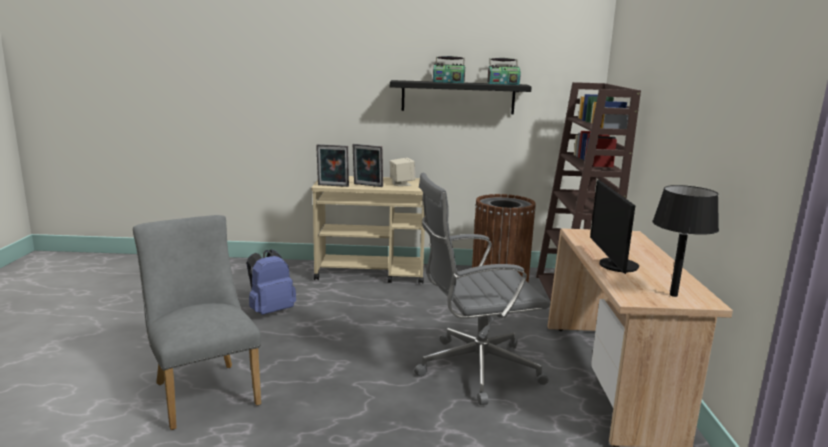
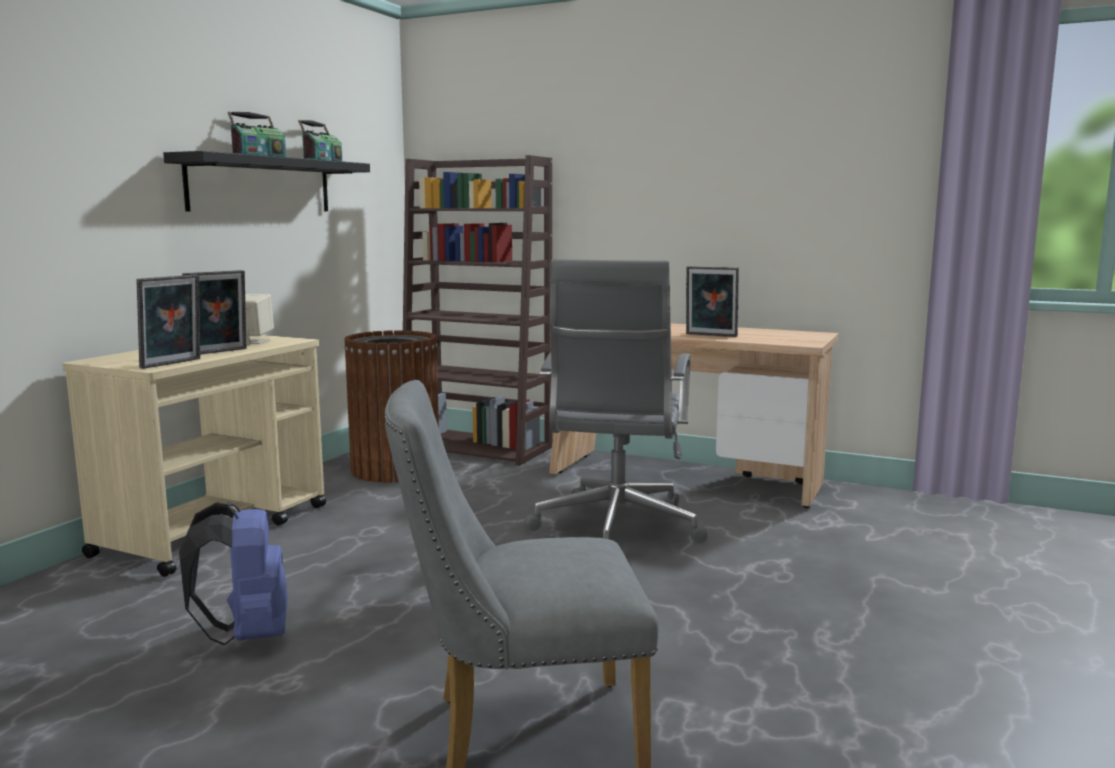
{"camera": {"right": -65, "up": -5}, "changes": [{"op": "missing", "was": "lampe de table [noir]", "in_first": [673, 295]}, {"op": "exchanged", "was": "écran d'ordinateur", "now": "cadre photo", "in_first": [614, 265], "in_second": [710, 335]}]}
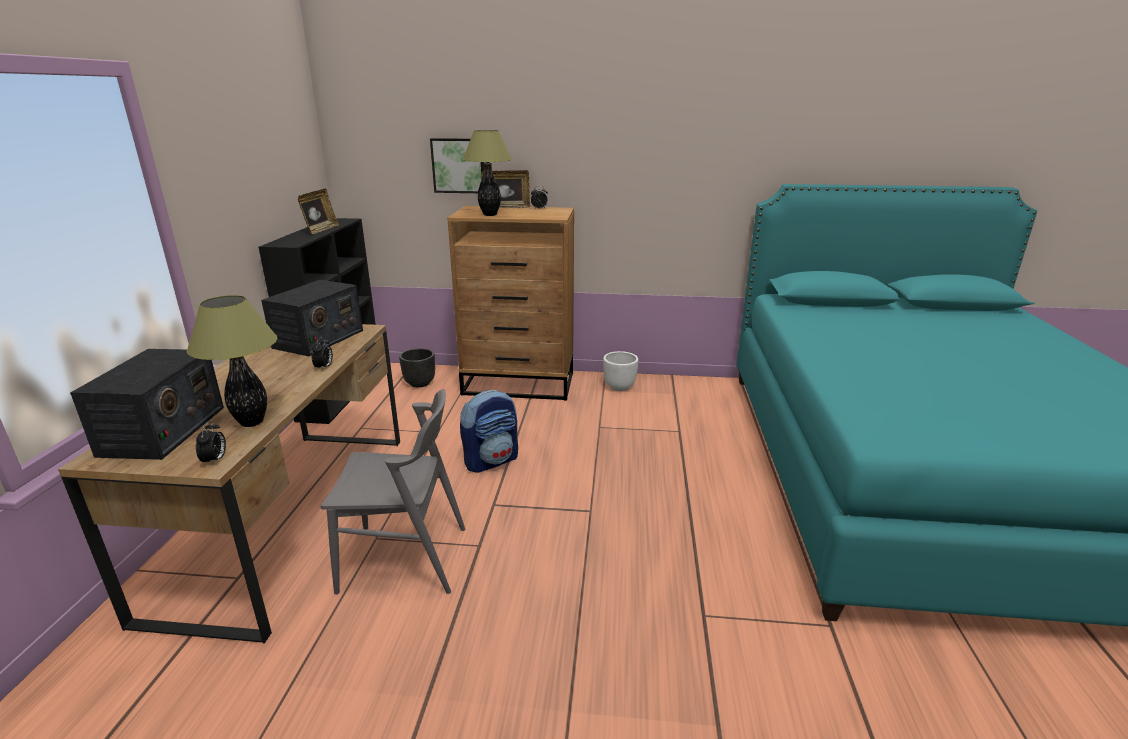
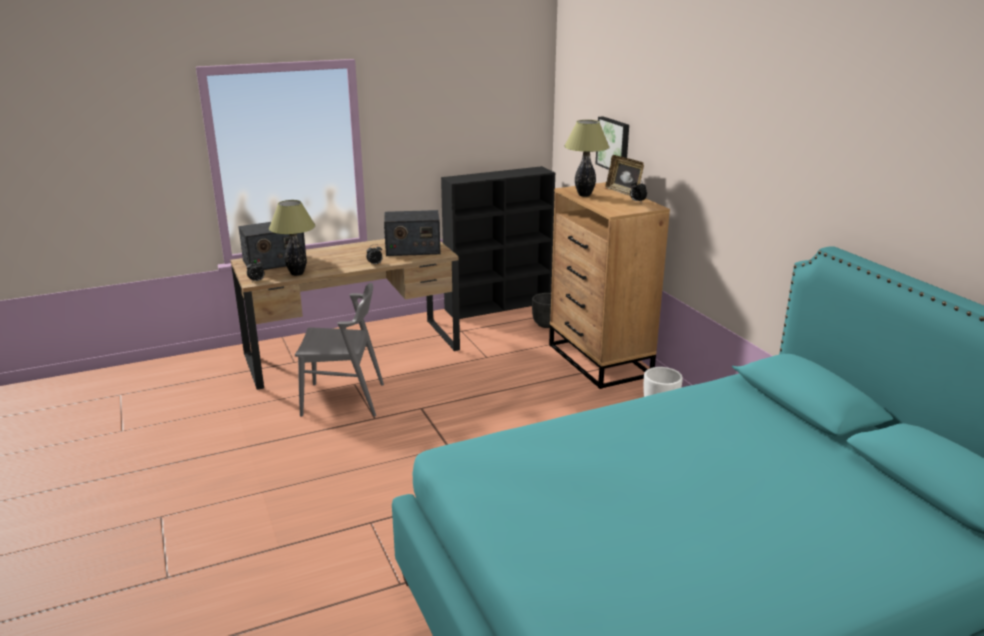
{"camera": {"right": 60, "up": 0}, "changes": [{"op": "missing", "was": "cadre photo", "in_first": [320, 230]}, {"op": "missing", "was": "sac à dos", "in_first": [491, 460]}, {"op": "spun", "was": "chaise [gris]", "in_first": [404, 558], "in_second": [343, 399], "clockwise": -60}]}
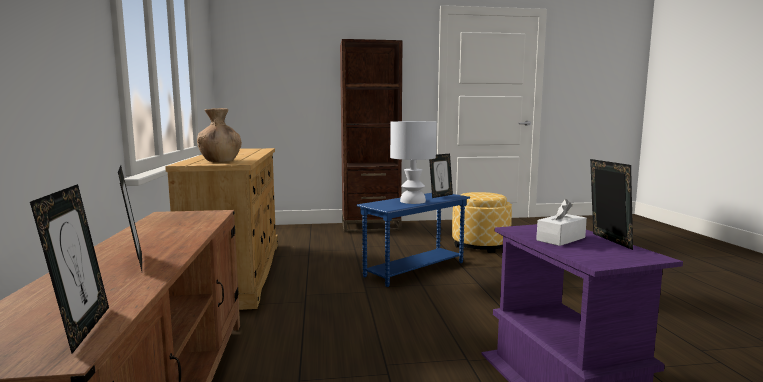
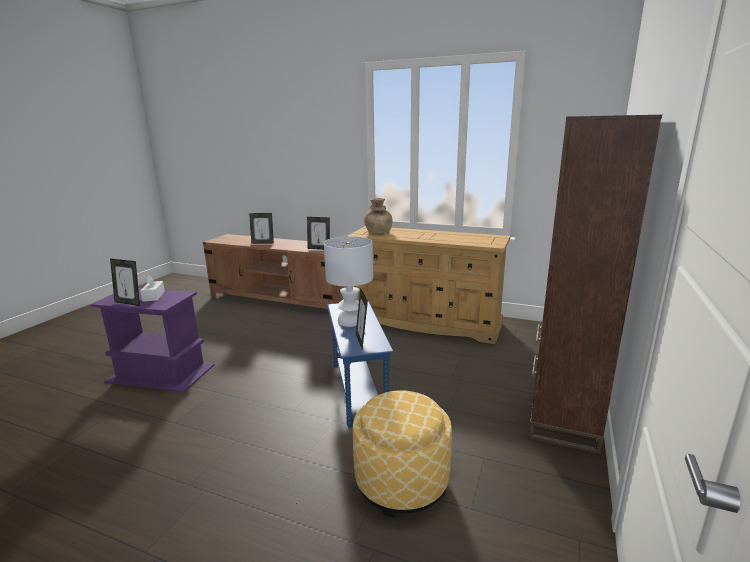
{"camera": {"right": 120, "up": 10}, "changes": [{"op": "relocated", "was": "cadre photo", "in_first": [82, 329], "in_second": [319, 248]}]}
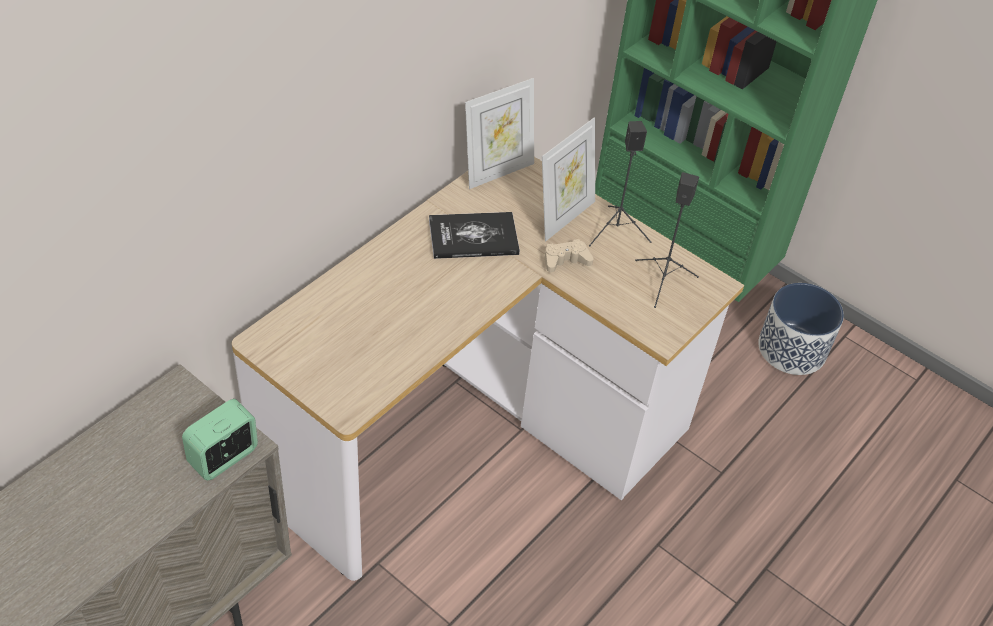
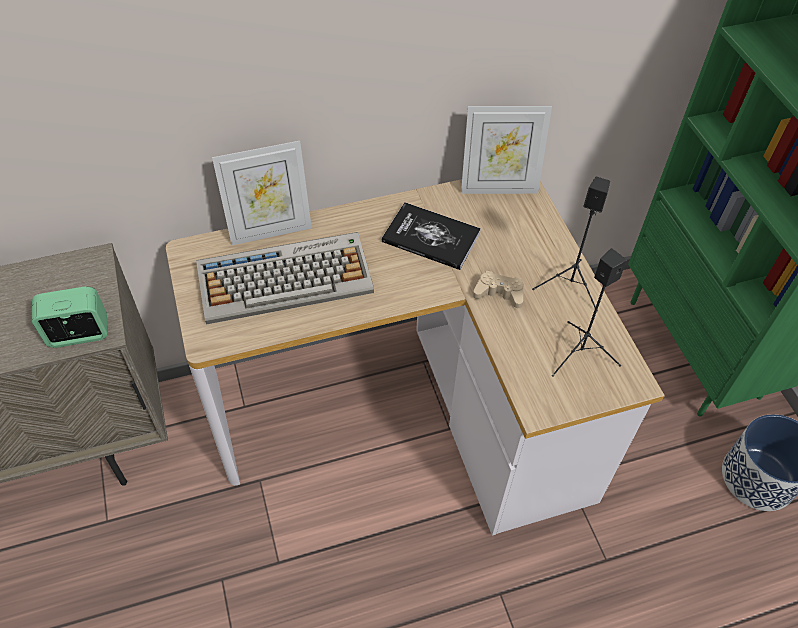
{"camera": {"right": 35, "up": 5}, "changes": [{"op": "appeared", "now": "clavier", "in_second": [286, 278]}, {"op": "relocated", "was": "cadre photo", "in_first": [564, 217], "in_second": [270, 230]}]}
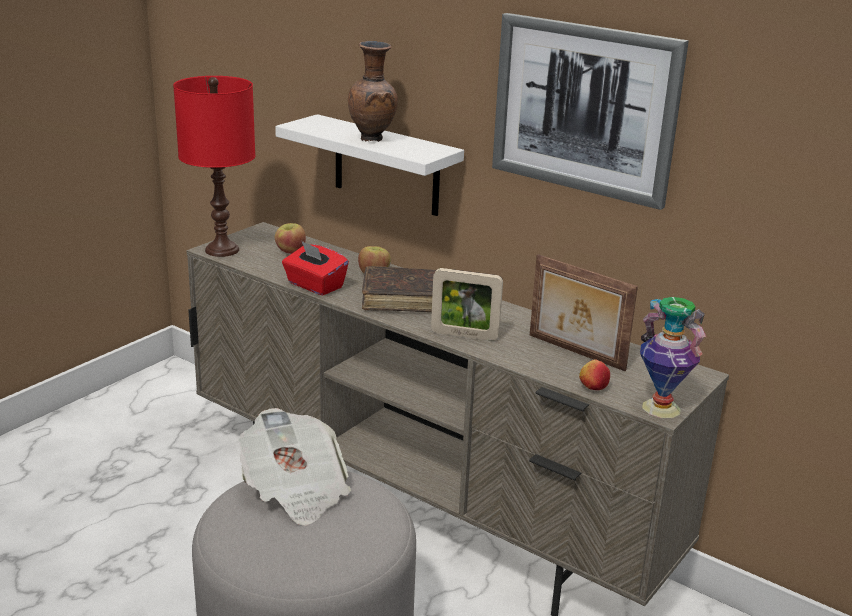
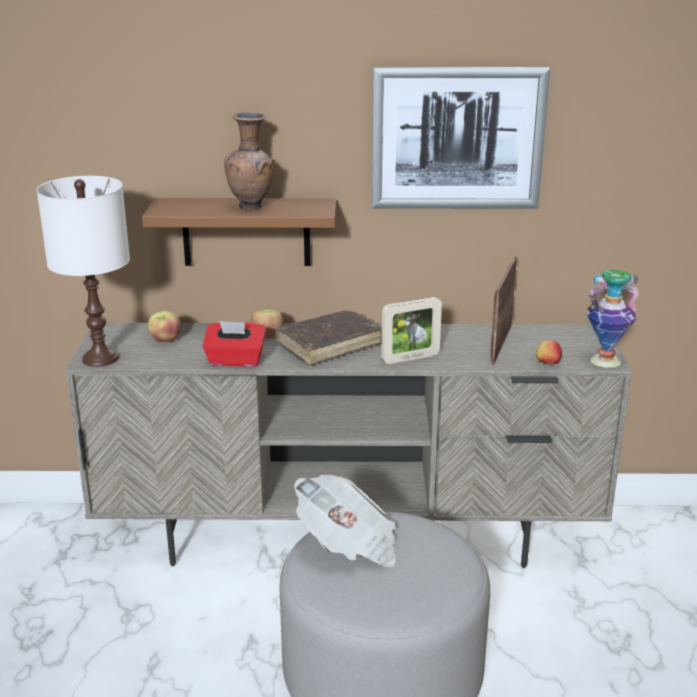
{"camera": {"right": -35, "up": 0}, "changes": [{"op": "colour", "was": "lampe de table [rouge]", "now": "lampe de table [blanc]", "in_first": [222, 250], "in_second": [101, 358]}, {"op": "colour", "was": "étagère [blanc]", "now": "étagère [marron]", "in_first": [386, 166], "in_second": [246, 231]}, {"op": "spun", "was": "cadre photo", "in_first": [575, 353], "in_second": [500, 344], "clockwise": 105}]}
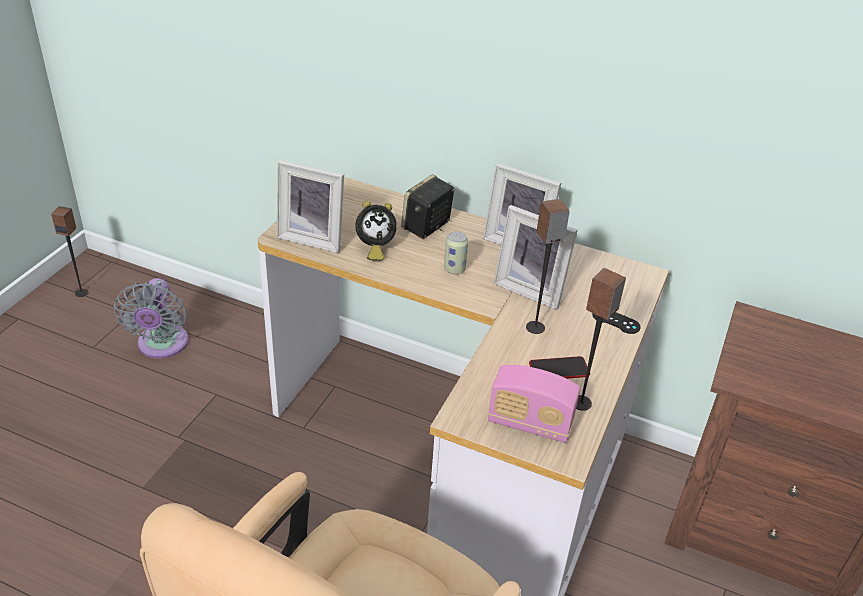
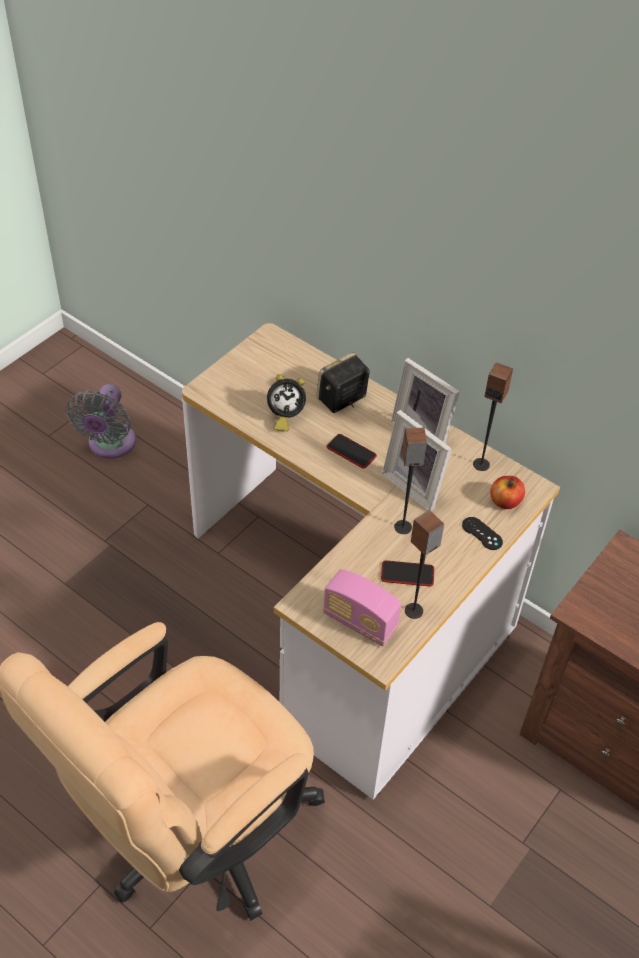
{"camera": {"right": 15, "up": 10}, "changes": [{"op": "missing", "was": "cadre photo", "in_first": [313, 238]}, {"op": "appeared", "now": "pomme", "in_second": [505, 501]}, {"op": "relocated", "was": "enceinte", "in_first": [82, 292], "in_second": [481, 464]}, {"op": "exchanged", "was": "boîte métallique", "now": "téléphone", "in_first": [454, 269], "in_second": [351, 452]}]}
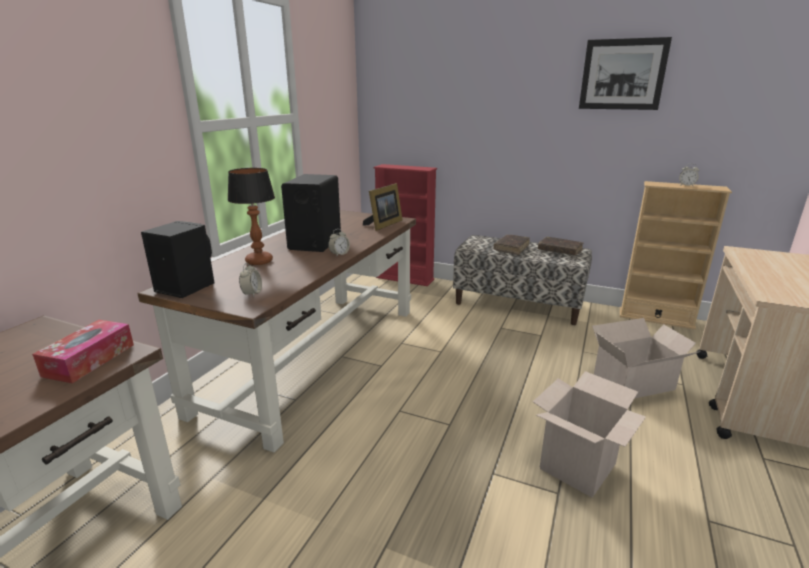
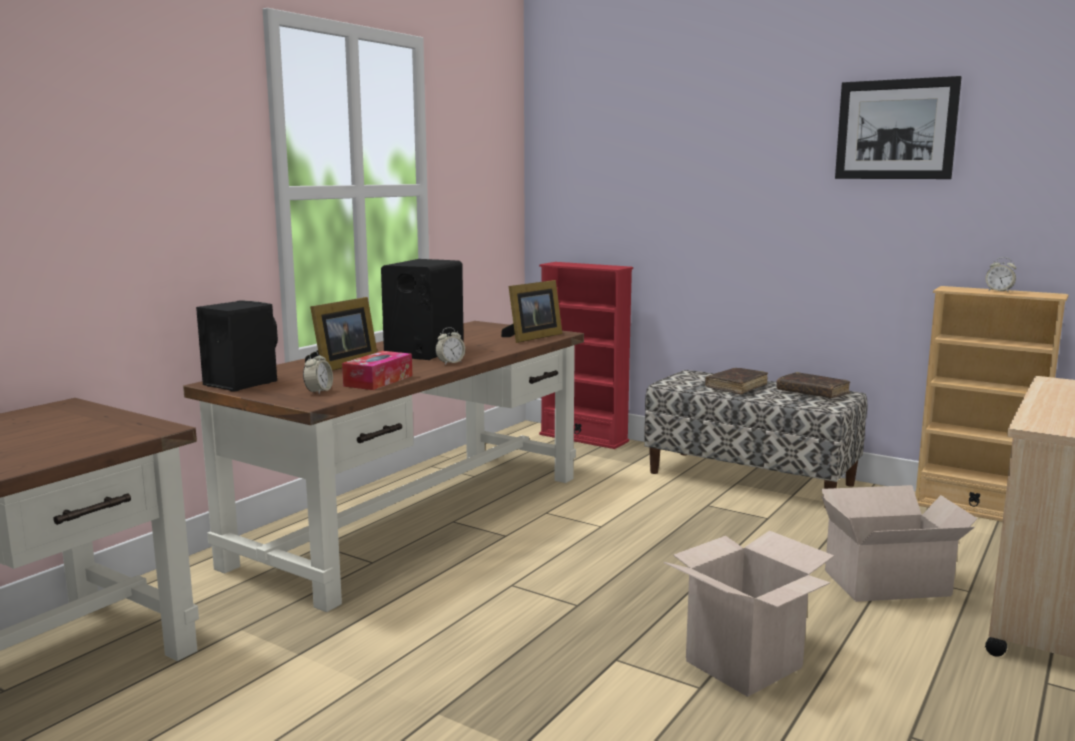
{"camera": {"right": 10, "up": -10}, "changes": [{"op": "relocated", "was": "boîte à mouchoirs", "in_first": [89, 360], "in_second": [378, 381]}, {"op": "exchanged", "was": "lampe de table", "now": "cadre photo", "in_first": [259, 261], "in_second": [341, 365]}]}
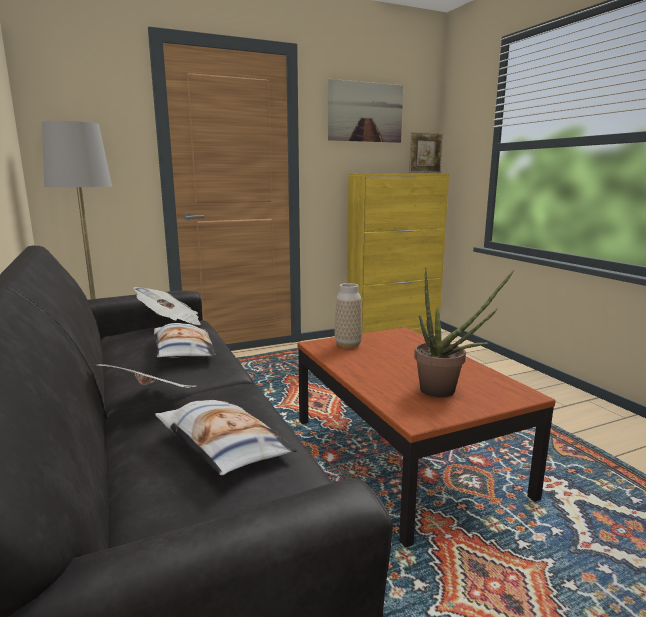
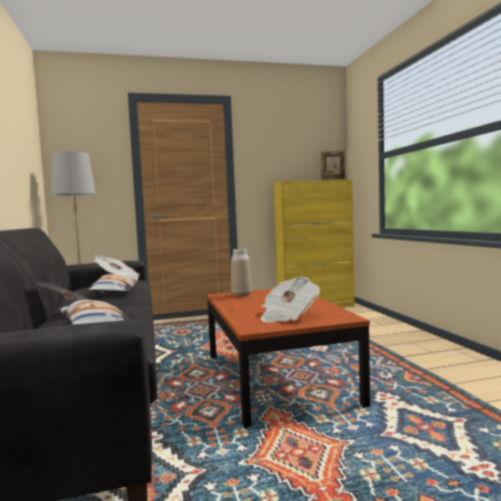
{"camera": {"right": 10, "up": -10}, "changes": [{"op": "missing", "was": "tableau", "in_first": [365, 112]}, {"op": "exchanged", "was": "plante en pot", "now": "journal", "in_first": [445, 392], "in_second": [288, 316]}]}
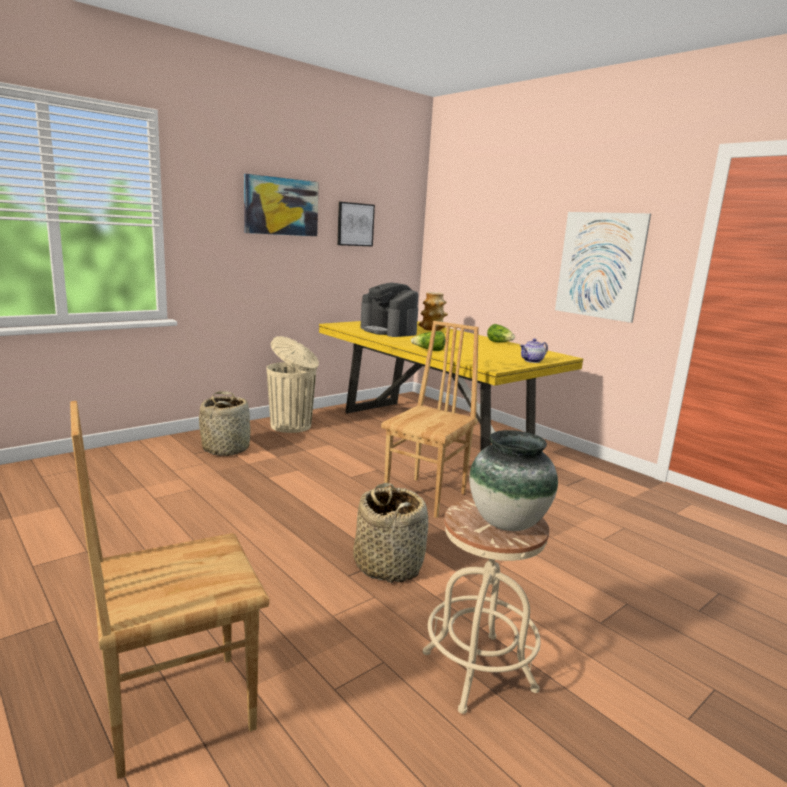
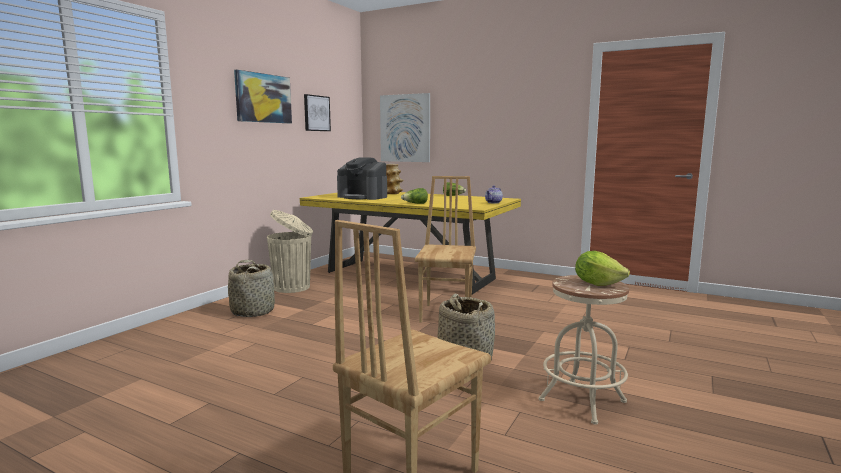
{"camera": {"right": -20, "up": -5}, "changes": [{"op": "relocated", "was": "tableau", "in_first": [600, 265], "in_second": [405, 128]}, {"op": "exchanged", "was": "vase", "now": "laitue", "in_first": [507, 523], "in_second": [597, 283]}]}
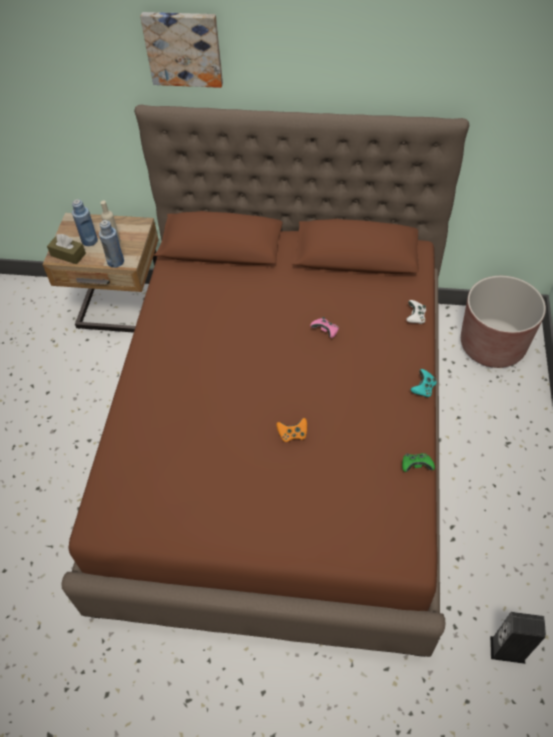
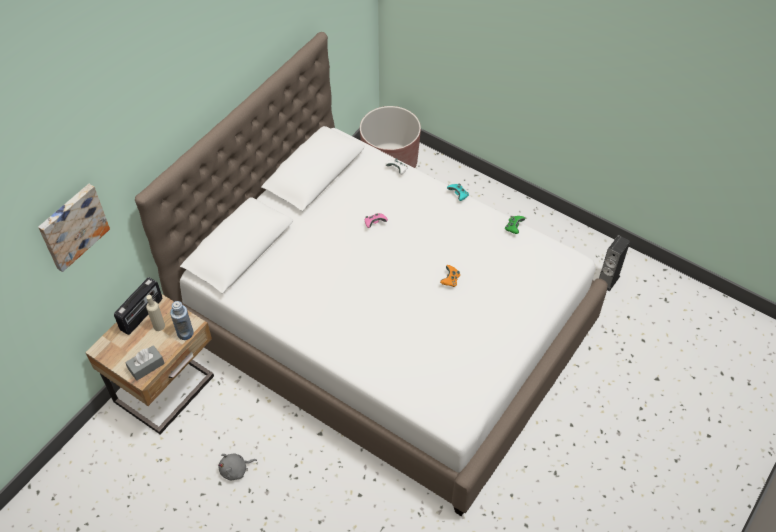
{"camera": {"right": -65, "up": 0}, "changes": [{"op": "missing", "was": "bouteille [bleu]", "in_first": [89, 241]}, {"op": "appeared", "now": "radio", "in_second": [142, 315]}, {"op": "appeared", "now": "peluche [gris]", "in_second": [236, 470]}, {"op": "relocated", "was": "tableau", "in_first": [184, 48], "in_second": [72, 226]}, {"op": "colour", "was": "boîte à mouchoirs [marron]", "now": "boîte à mouchoirs [gris]", "in_first": [68, 254], "in_second": [146, 366]}, {"op": "colour", "was": "lit [marron]", "now": "lit [blanc]", "in_first": [281, 442], "in_second": [387, 329]}]}
